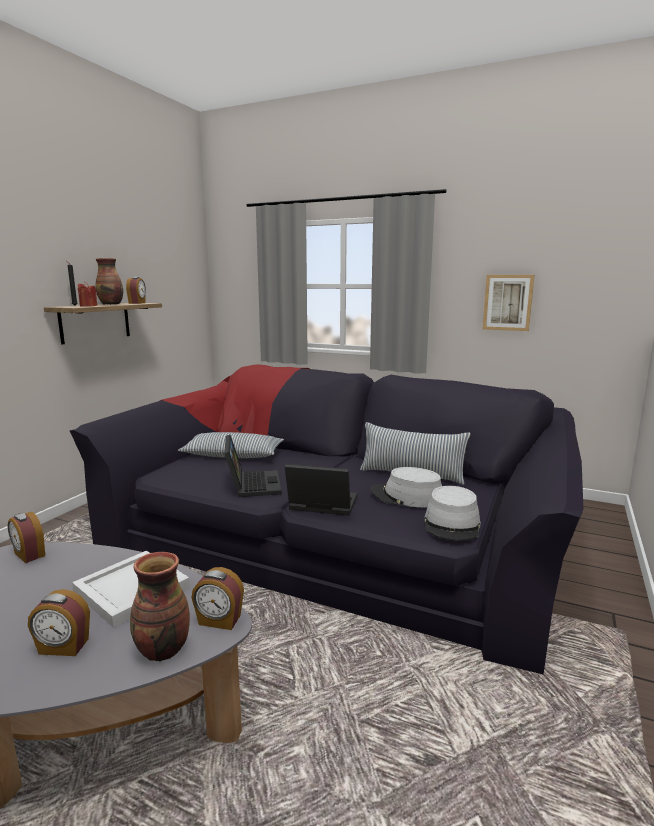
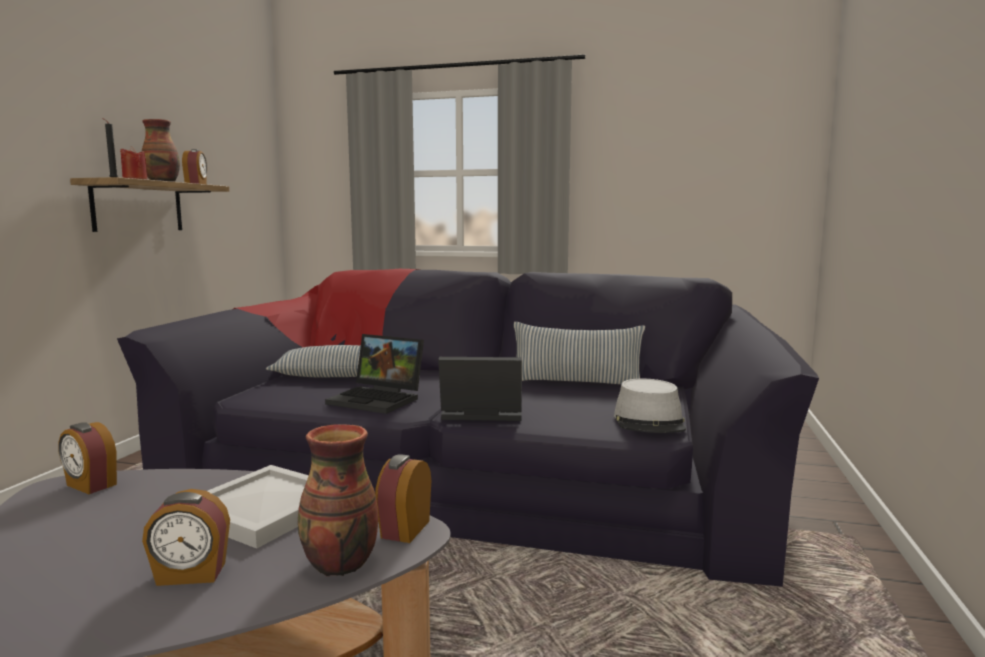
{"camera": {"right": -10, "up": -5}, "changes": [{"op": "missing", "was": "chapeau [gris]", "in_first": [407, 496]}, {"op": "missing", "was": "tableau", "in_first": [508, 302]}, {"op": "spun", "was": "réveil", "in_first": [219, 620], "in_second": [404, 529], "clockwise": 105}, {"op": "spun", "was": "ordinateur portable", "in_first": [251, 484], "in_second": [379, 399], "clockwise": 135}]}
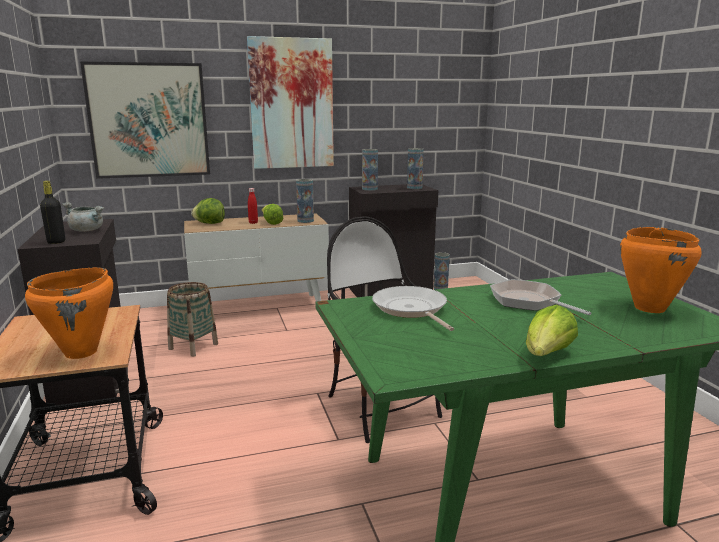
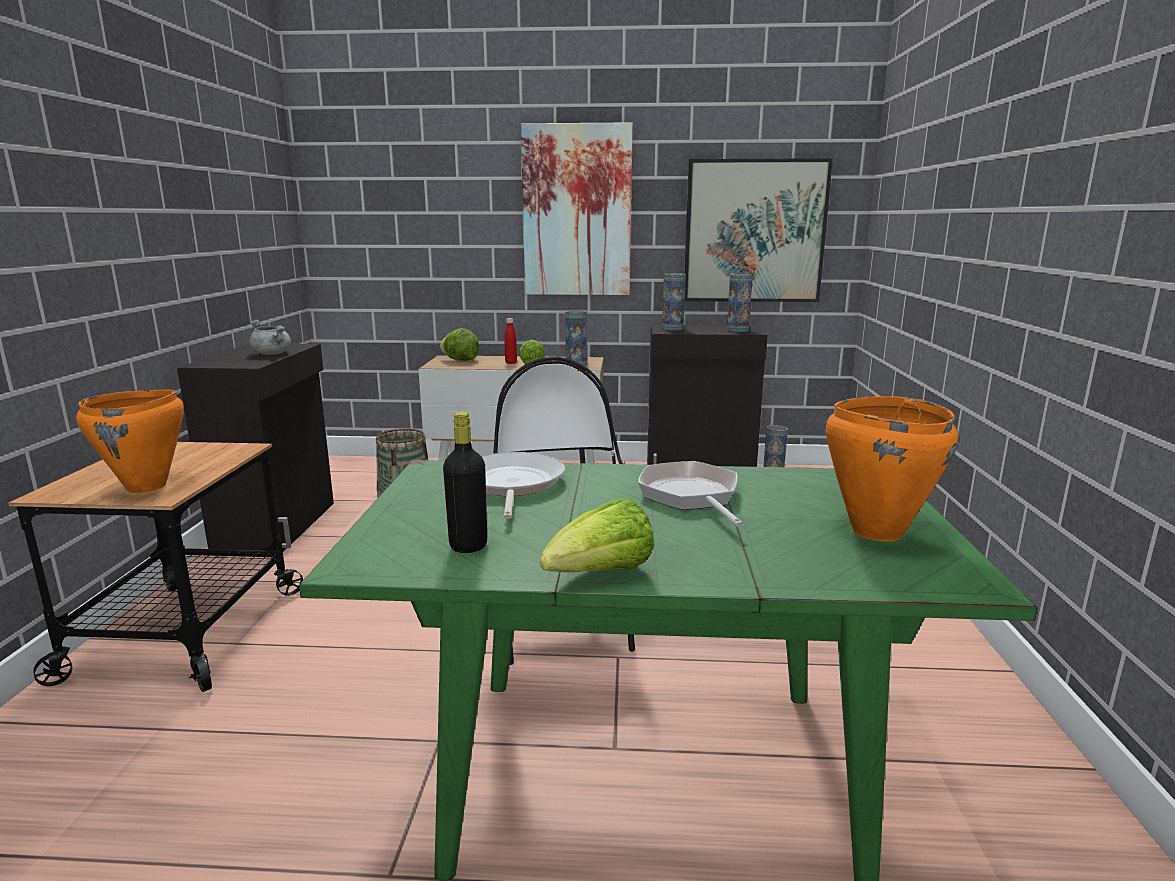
{"camera": {"right": 20, "up": 0}, "changes": [{"op": "relocated", "was": "bouteille [noir]", "in_first": [56, 242], "in_second": [468, 545]}, {"op": "relocated", "was": "tableau", "in_first": [149, 120], "in_second": [754, 232]}]}
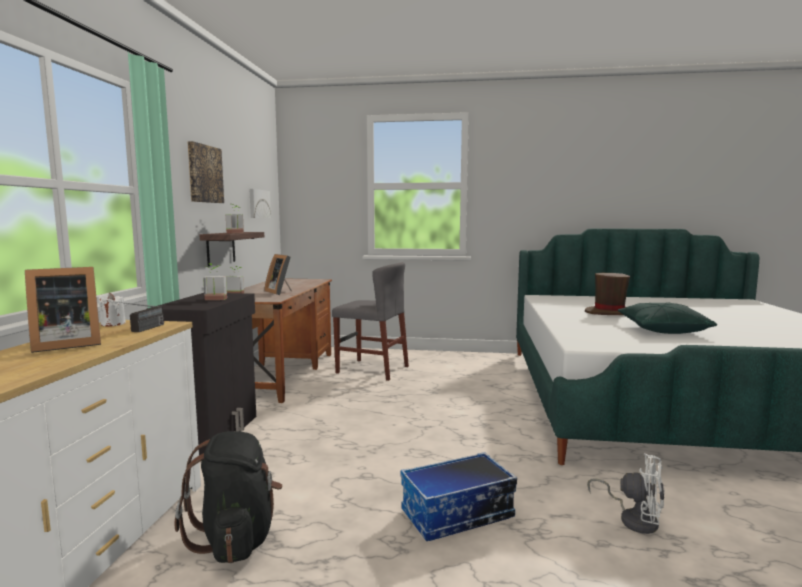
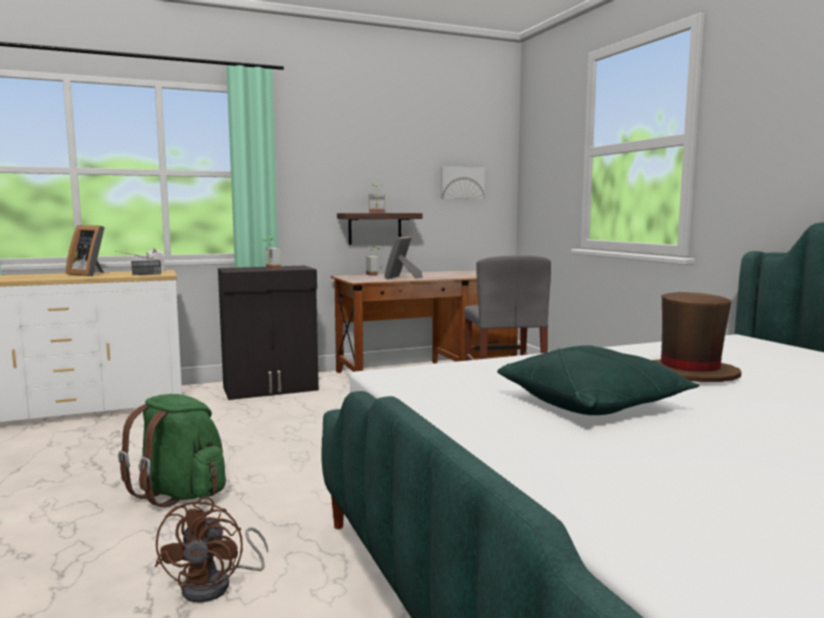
{"camera": {"right": 60, "up": 0}, "changes": [{"op": "missing", "was": "sac à dos [noir]", "in_first": [236, 538]}, {"op": "missing", "was": "tableau", "in_first": [204, 174]}, {"op": "exchanged", "was": "boîte de rangement", "now": "sac à dos [vert]", "in_first": [457, 515], "in_second": [180, 493]}, {"op": "colour", "was": "ventilateur [blanc]", "now": "ventilateur [marron]", "in_first": [634, 519], "in_second": [217, 585]}]}
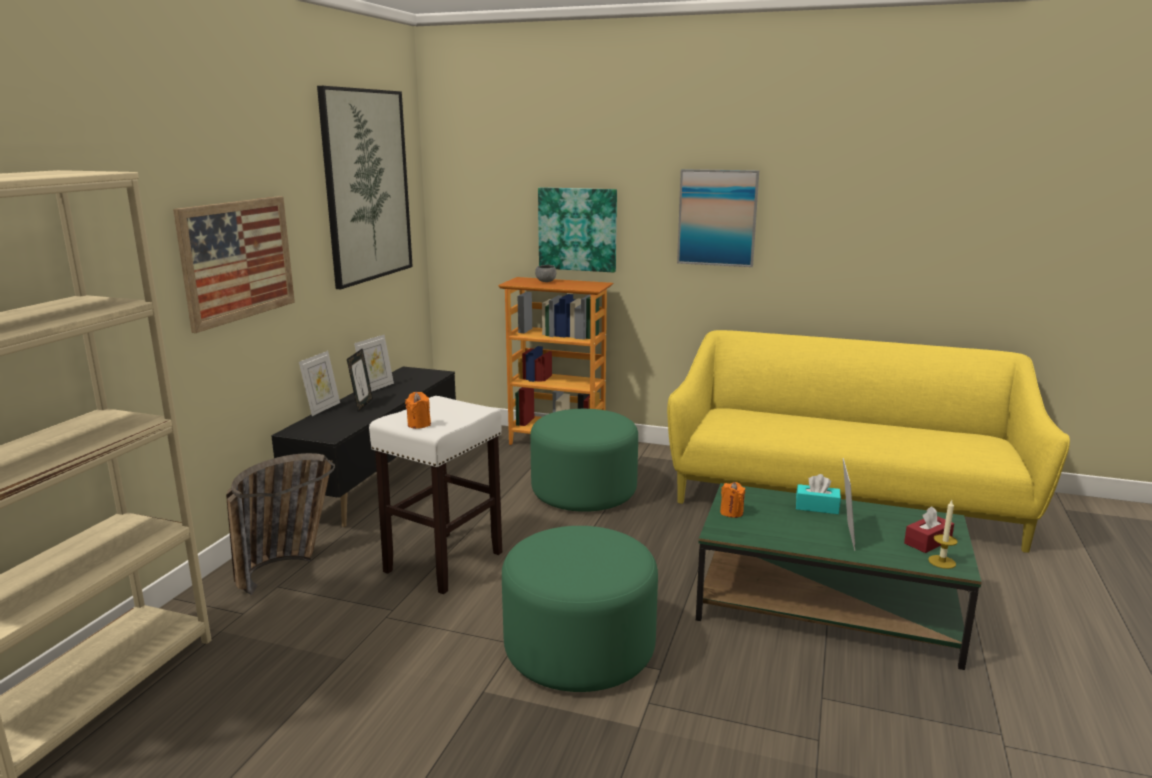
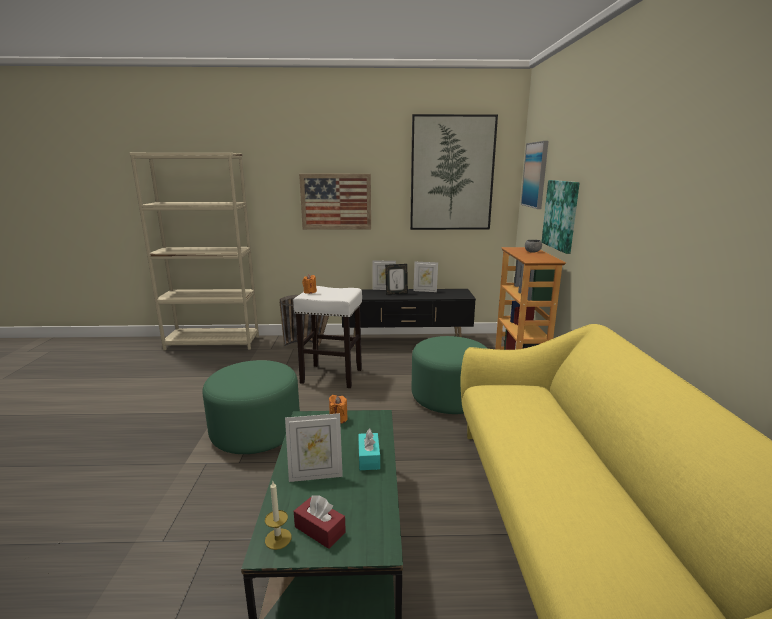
{"camera": {"right": 70, "up": 0}, "changes": [{"op": "relocated", "was": "tableau", "in_first": [717, 217], "in_second": [535, 175]}]}
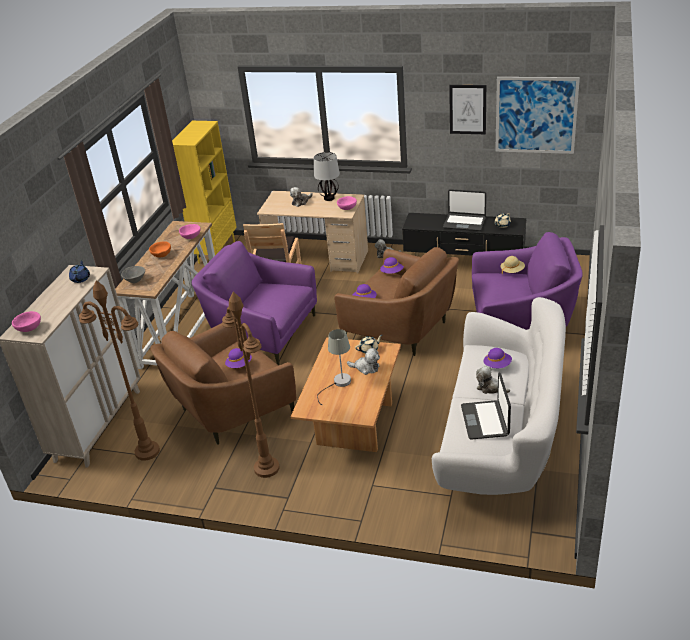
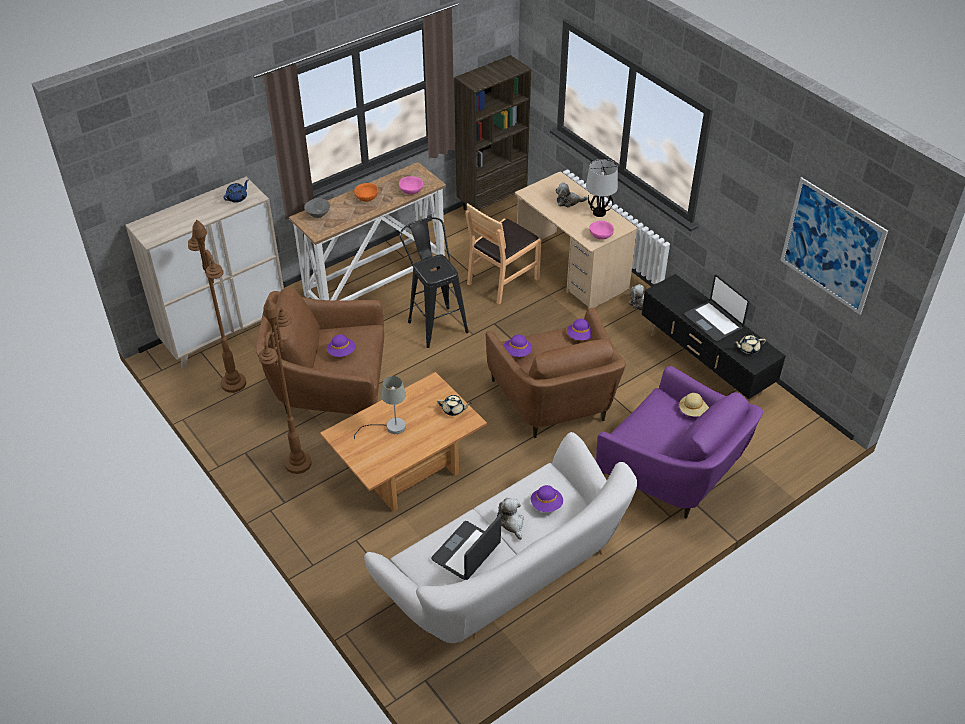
{"camera": {"right": 35, "up": 10}, "changes": [{"op": "missing", "was": "bol [rose]", "in_first": [29, 328]}, {"op": "missing", "was": "peluche", "in_first": [366, 368]}, {"op": "missing", "was": "tableau", "in_first": [467, 109]}, {"op": "exchanged", "was": "fauteuil [violet]", "now": "tabouret [noir]", "in_first": [261, 332], "in_second": [435, 323]}, {"op": "colour", "was": "bibliothèque [jaune]", "now": "bibliothèque [marron]", "in_first": [216, 252], "in_second": [491, 205]}]}
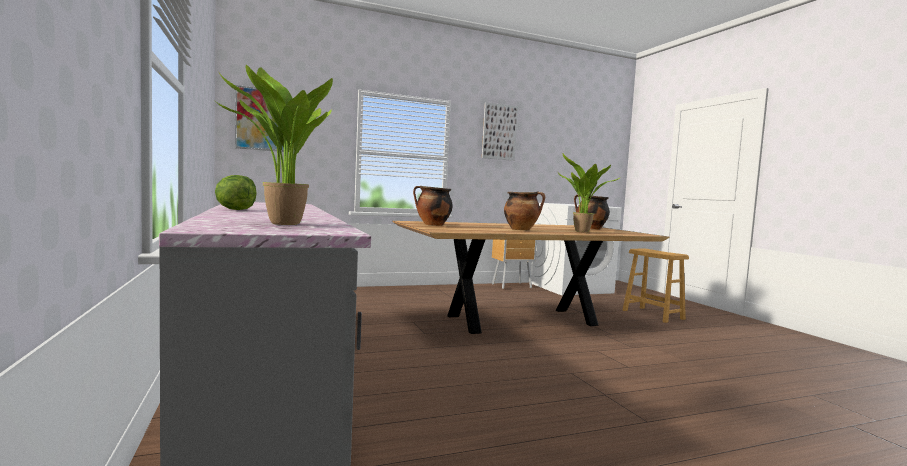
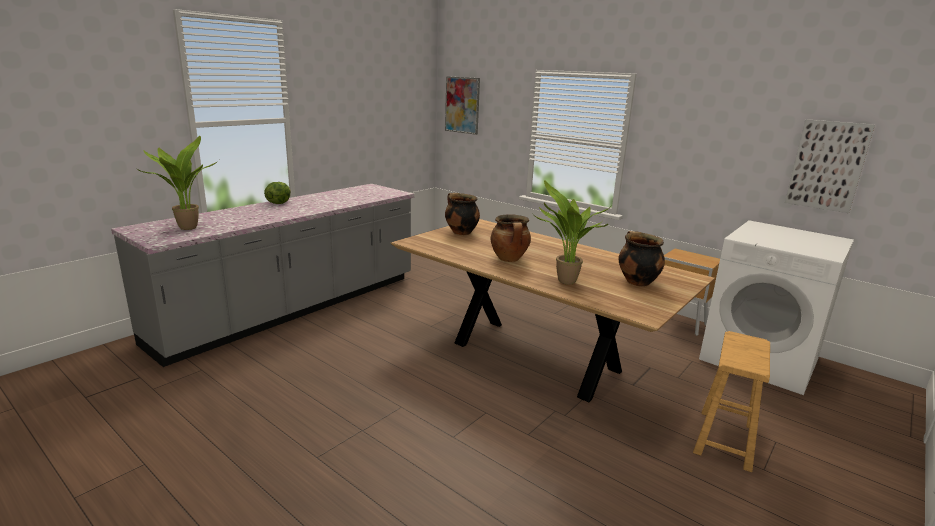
{"camera": {"right": 60, "up": 15}, "changes": [{"op": "relocated", "was": "tableau", "in_first": [499, 132], "in_second": [827, 165]}]}
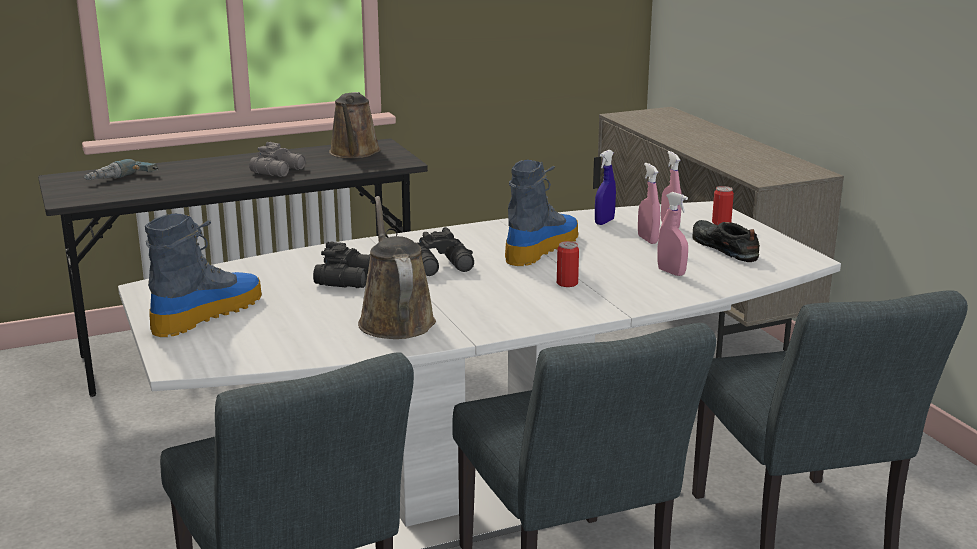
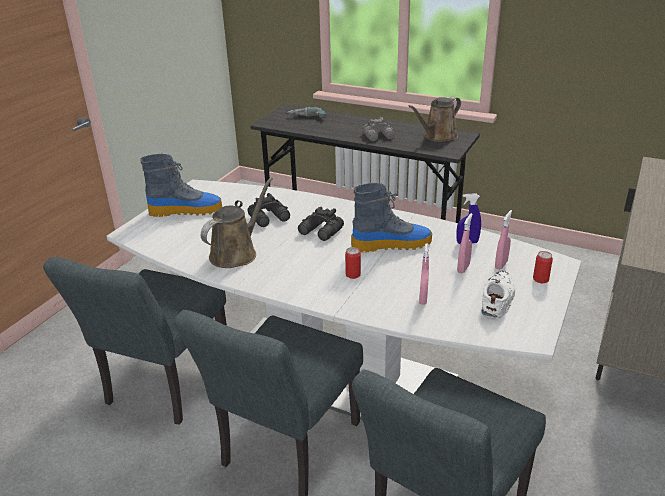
{"camera": {"right": 50, "up": 10}, "changes": [{"op": "colour", "was": "chaussure [noir]", "now": "chaussure [blanc]", "in_first": [723, 248], "in_second": [497, 299]}]}
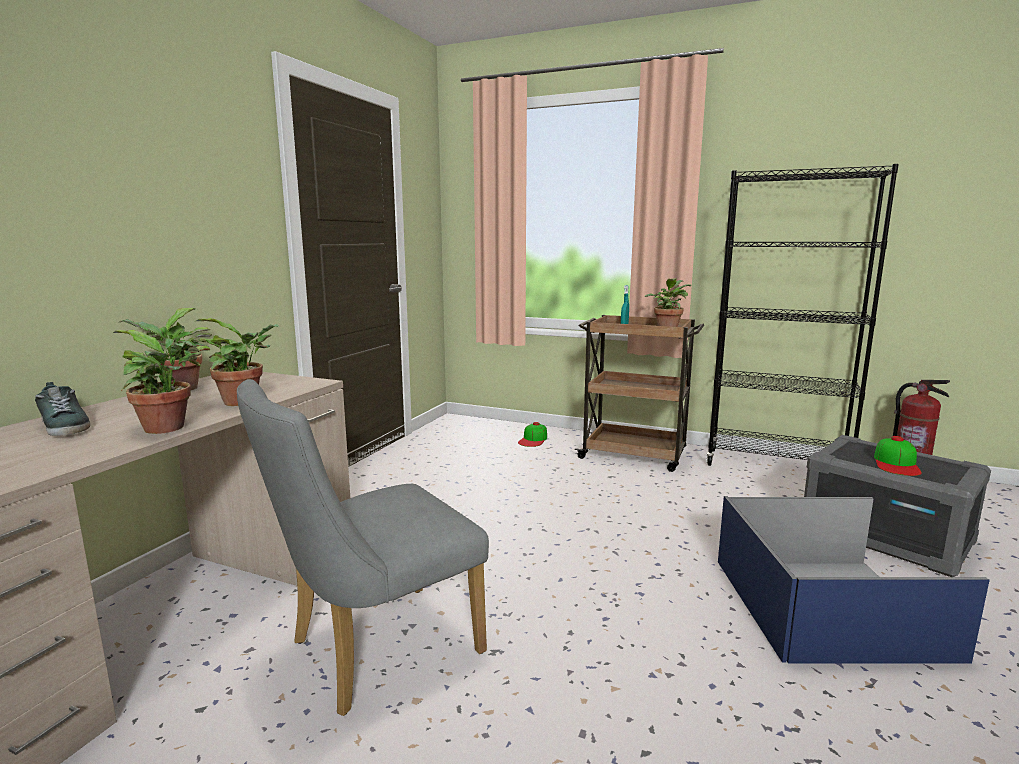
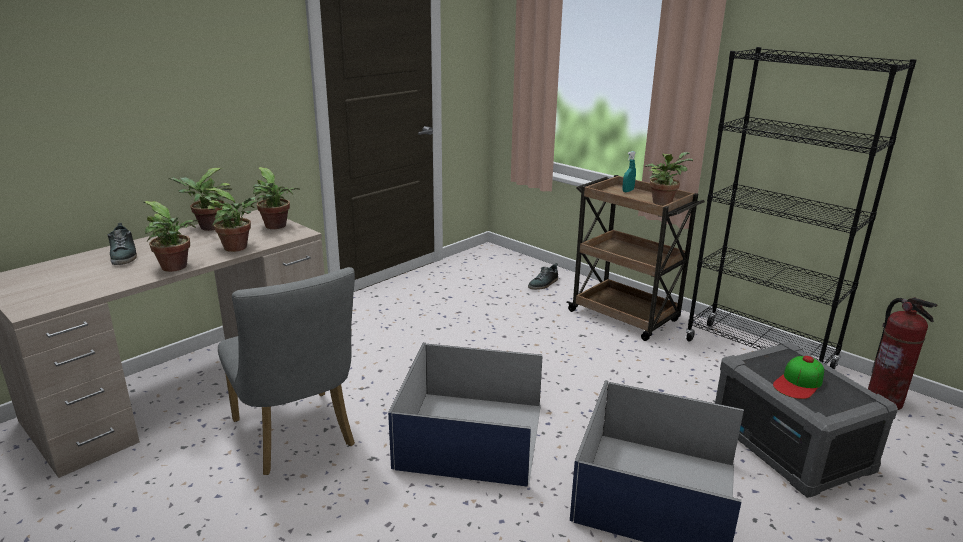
{"camera": {"right": 20, "up": 10}, "changes": [{"op": "appeared", "now": "plante en pot", "in_second": [277, 226]}, {"op": "appeared", "now": "boîte de rangement [bleu]", "in_second": [470, 437]}, {"op": "exchanged", "was": "casquette", "now": "chaussure", "in_first": [533, 439], "in_second": [543, 284]}, {"op": "spun", "was": "chaise [gris]", "in_first": [373, 651], "in_second": [297, 438], "clockwise": -105}]}
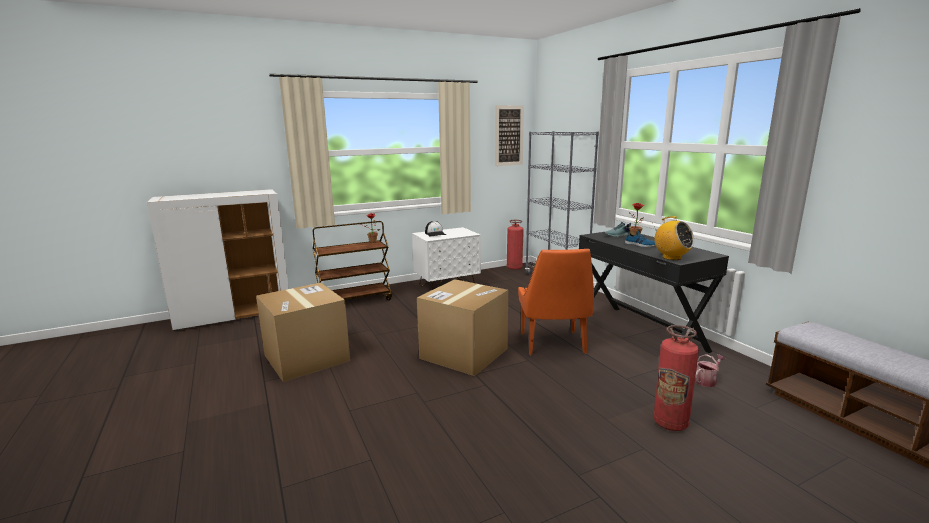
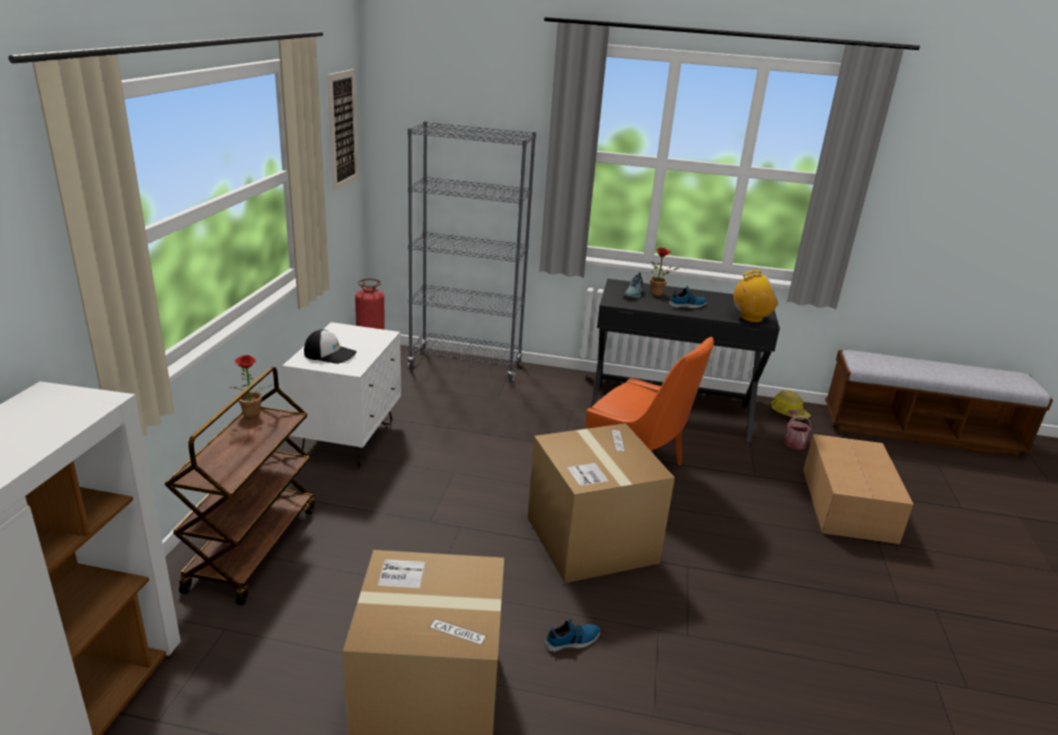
{"camera": {"right": -55, "up": 10}, "changes": [{"op": "appeared", "now": "chaussure", "in_second": [573, 641]}, {"op": "appeared", "now": "casque de chantier", "in_second": [788, 413]}, {"op": "exchanged", "was": "extincteur", "now": "carton", "in_first": [670, 423], "in_second": [848, 504]}]}
